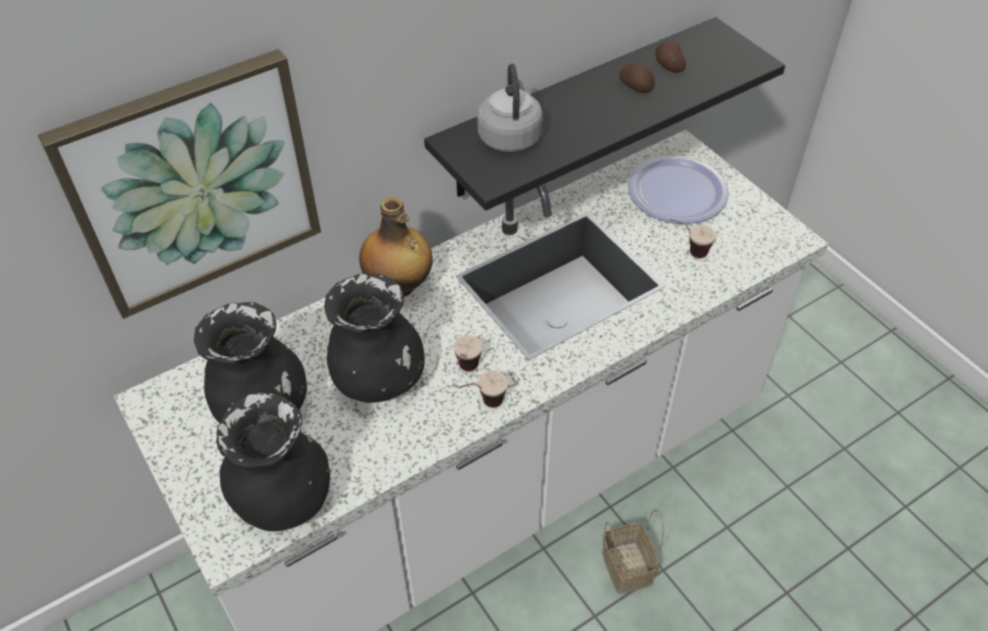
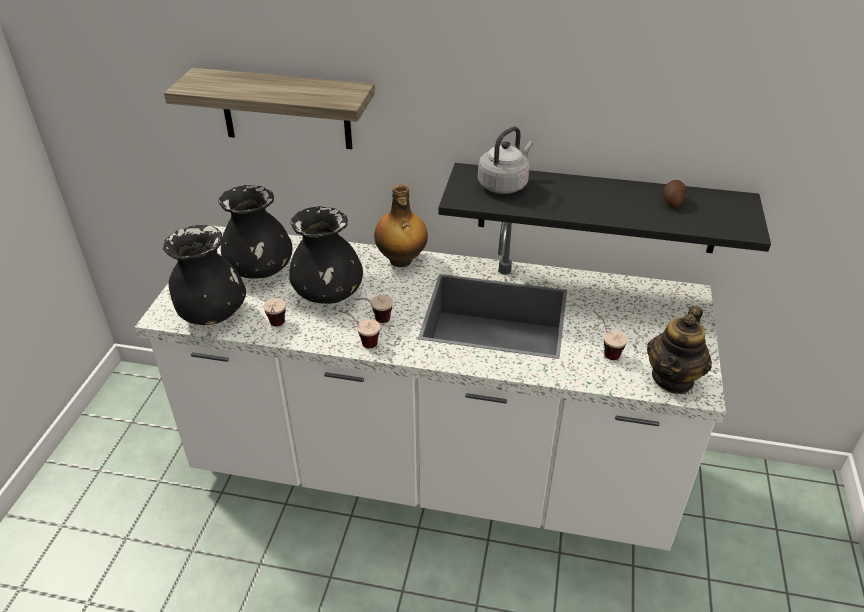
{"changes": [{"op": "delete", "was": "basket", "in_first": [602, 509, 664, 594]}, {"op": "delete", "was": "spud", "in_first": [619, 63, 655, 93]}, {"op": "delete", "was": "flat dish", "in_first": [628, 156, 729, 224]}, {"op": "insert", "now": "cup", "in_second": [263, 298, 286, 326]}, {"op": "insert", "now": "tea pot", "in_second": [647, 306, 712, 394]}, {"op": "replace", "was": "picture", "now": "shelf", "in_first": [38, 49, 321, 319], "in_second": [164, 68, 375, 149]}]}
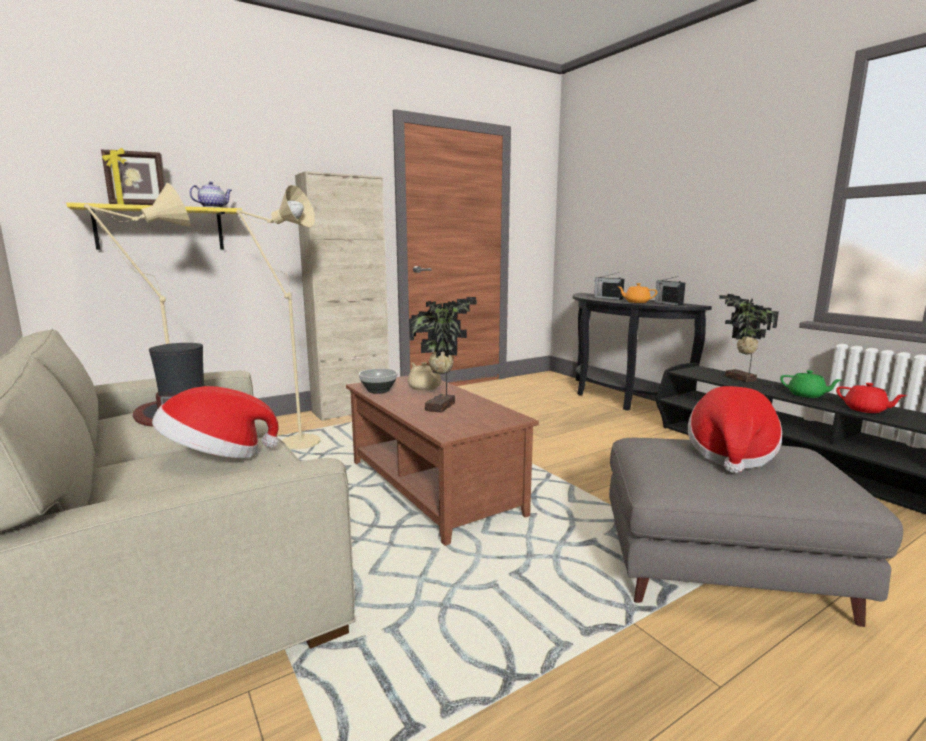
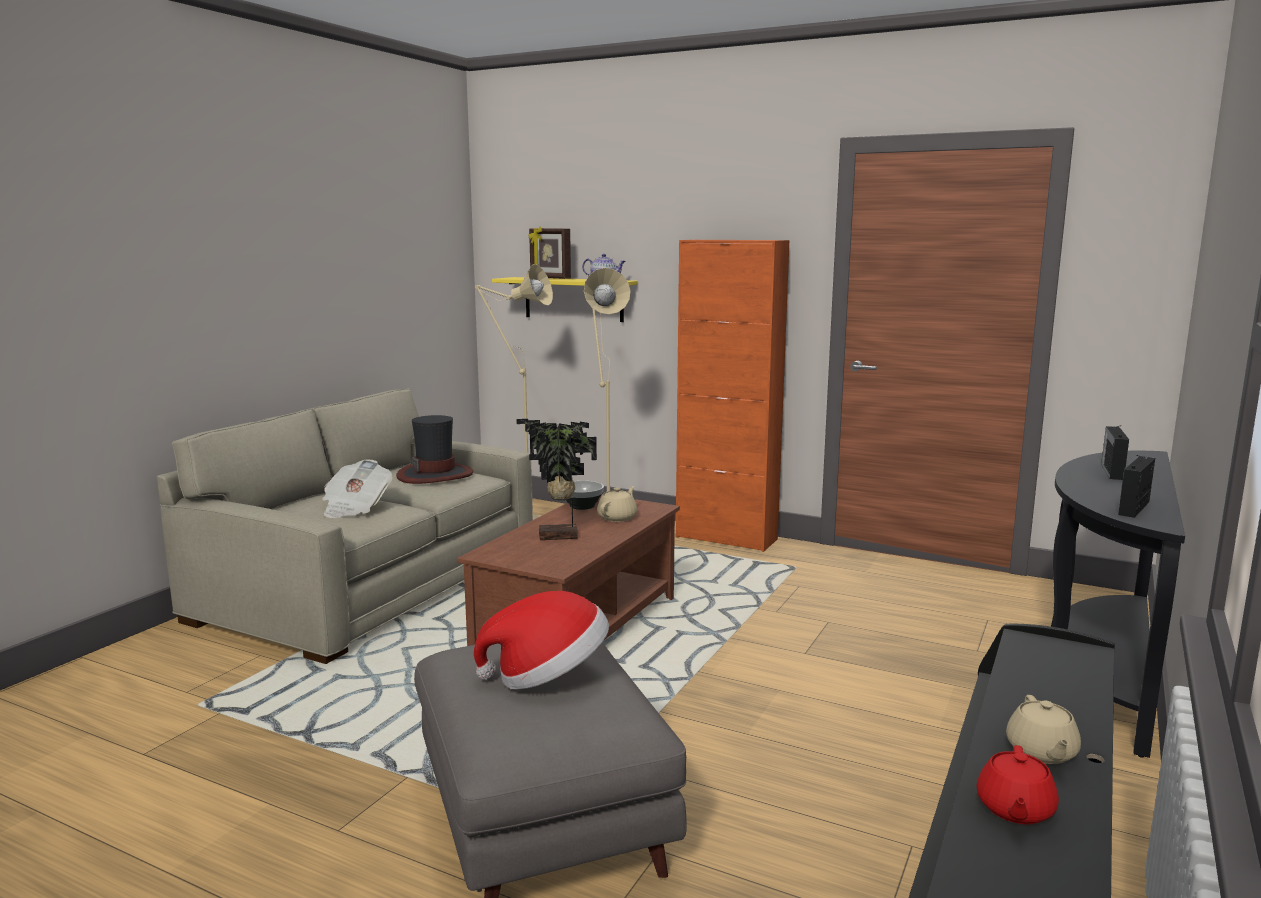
{"changes": [{"op": "delete", "was": "orangey tea pot", "in_first": [618, 283, 657, 303]}, {"op": "delete", "was": "houseplant", "in_first": [719, 294, 779, 382]}, {"op": "replace", "was": "wearable hat", "now": "daily paper", "in_first": [152, 386, 279, 458], "in_second": [322, 459, 393, 518]}, {"op": "recolor", "was": "sand-coloured storage cabinet", "now": "orangey storage cabinet", "in_first": [295, 171, 389, 421], "in_second": [676, 240, 789, 552]}, {"op": "recolor", "was": "green-coloured tea pot", "now": "sand-coloured tea pot", "in_first": [780, 370, 841, 398], "in_second": [1006, 695, 1081, 764]}]}
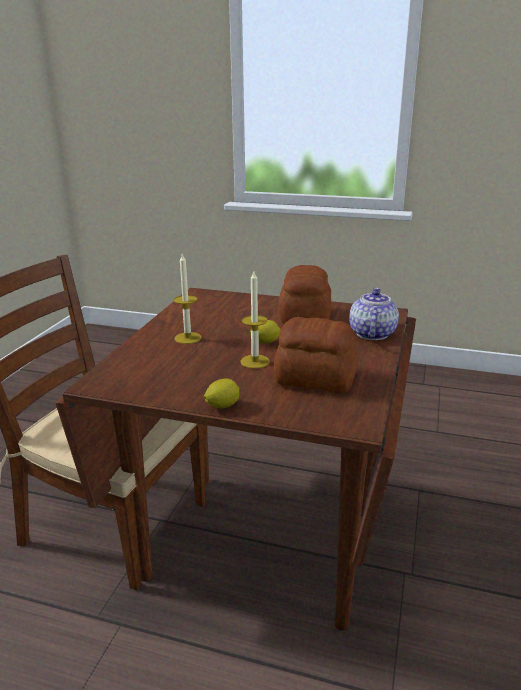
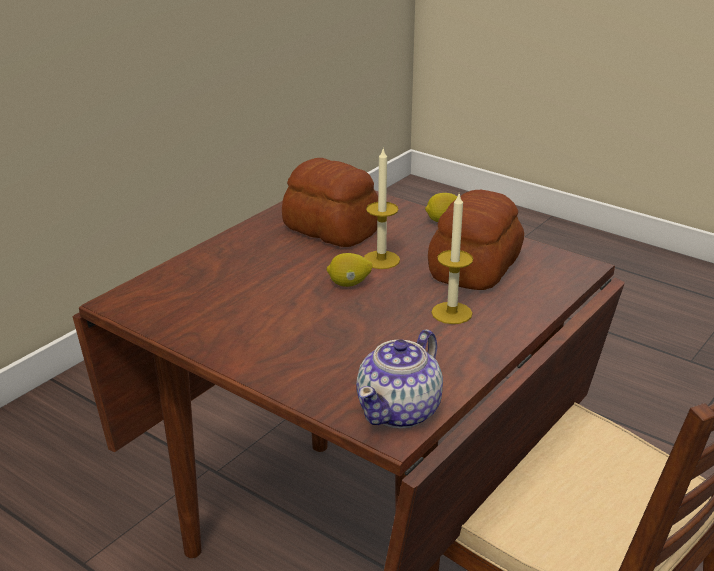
{"changes": [{"op": "move", "was": "bread", "in_first": [278, 265, 331, 324], "in_second": [428, 190, 524, 290]}, {"op": "move", "was": "tea pot", "in_first": [349, 288, 399, 340], "in_second": [356, 329, 443, 428]}]}
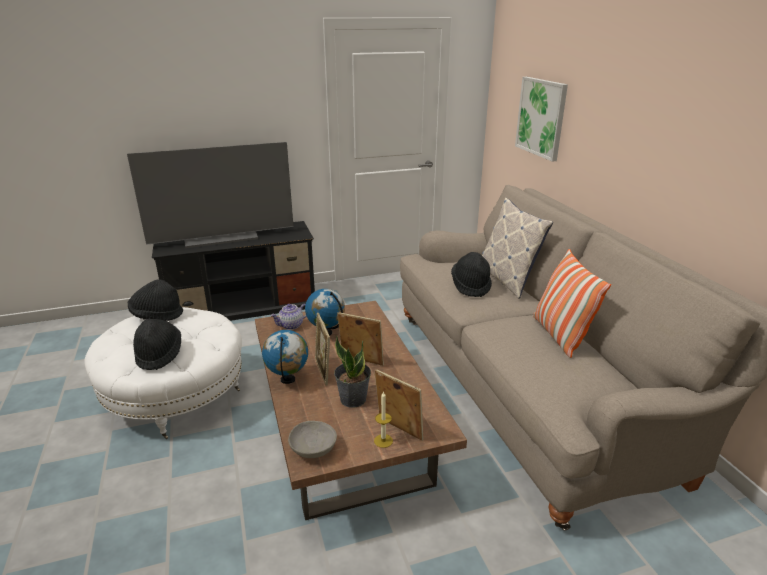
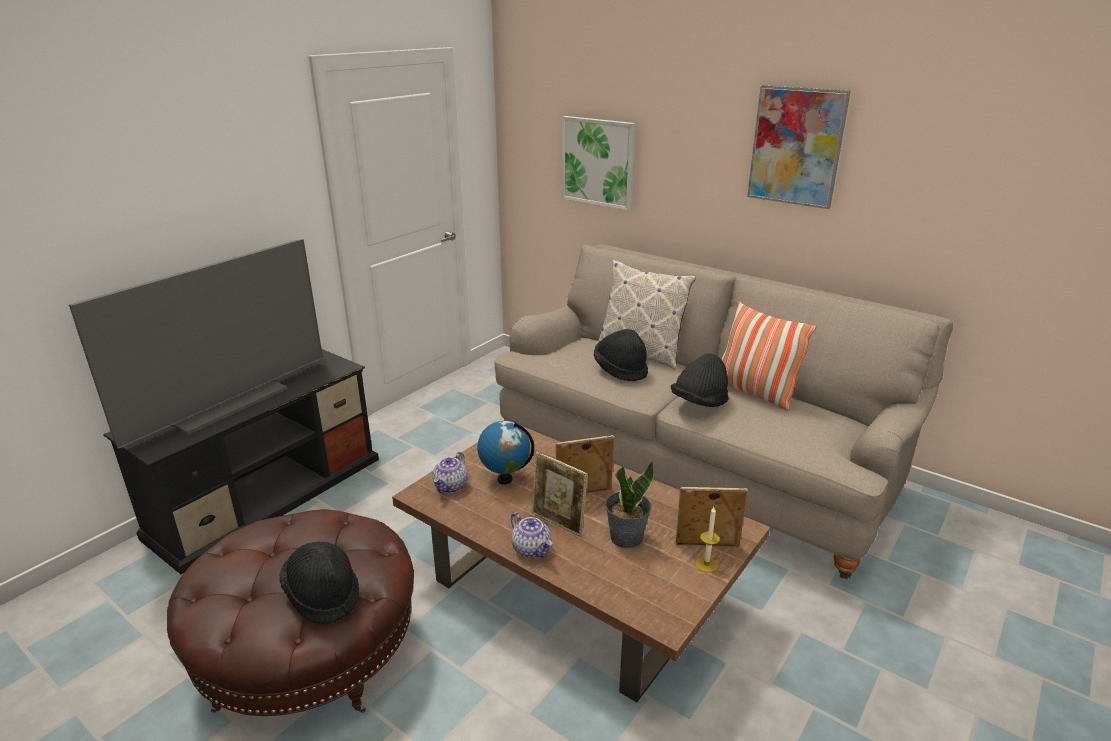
{"changes": [{"op": "delete", "was": "grey deep dish", "in_first": [288, 421, 337, 458]}, {"op": "insert", "now": "picture", "in_second": [747, 85, 851, 209]}, {"op": "move", "was": "black-coloured wearable hat", "in_first": [127, 279, 183, 321], "in_second": [671, 353, 728, 407]}, {"op": "replace", "was": "world globe", "now": "tea pot", "in_first": [262, 330, 308, 384], "in_second": [511, 512, 552, 558]}, {"op": "recolor", "was": "white pouffe", "now": "brownish pouffe", "in_first": [84, 307, 242, 439], "in_second": [167, 509, 414, 716]}]}
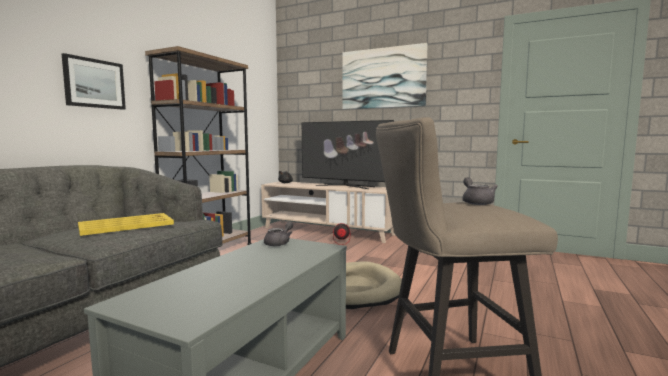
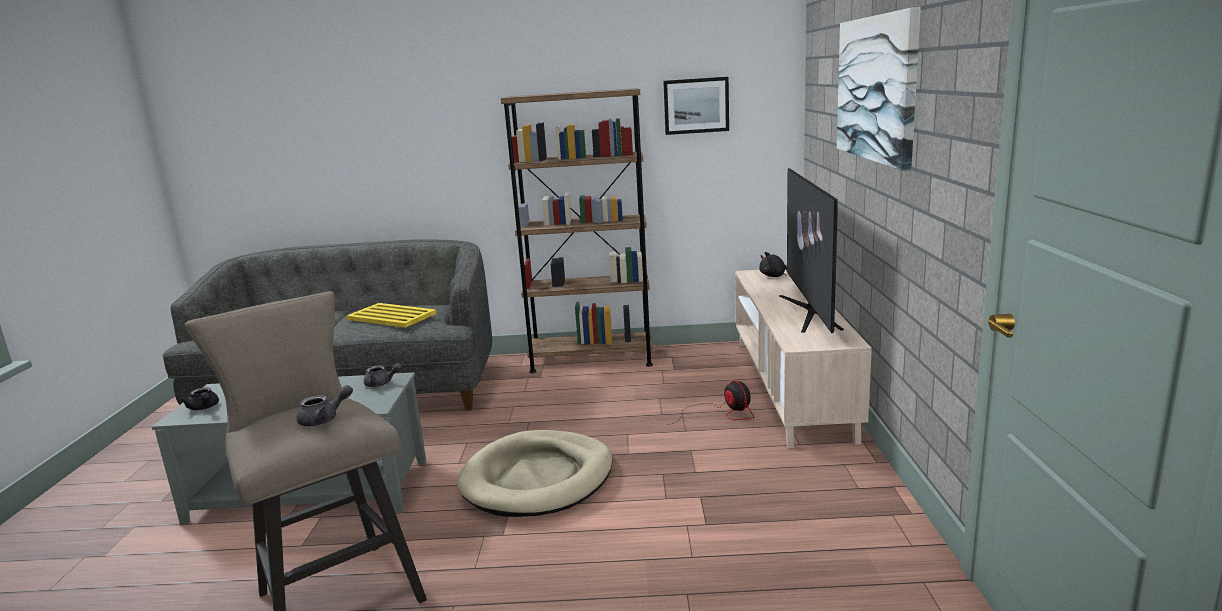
{"changes": [{"op": "insert", "now": "black-coloured tea pot", "in_second": [179, 387, 219, 410]}, {"op": "move", "was": "picture", "in_first": [62, 53, 126, 110], "in_second": [663, 77, 729, 135]}]}
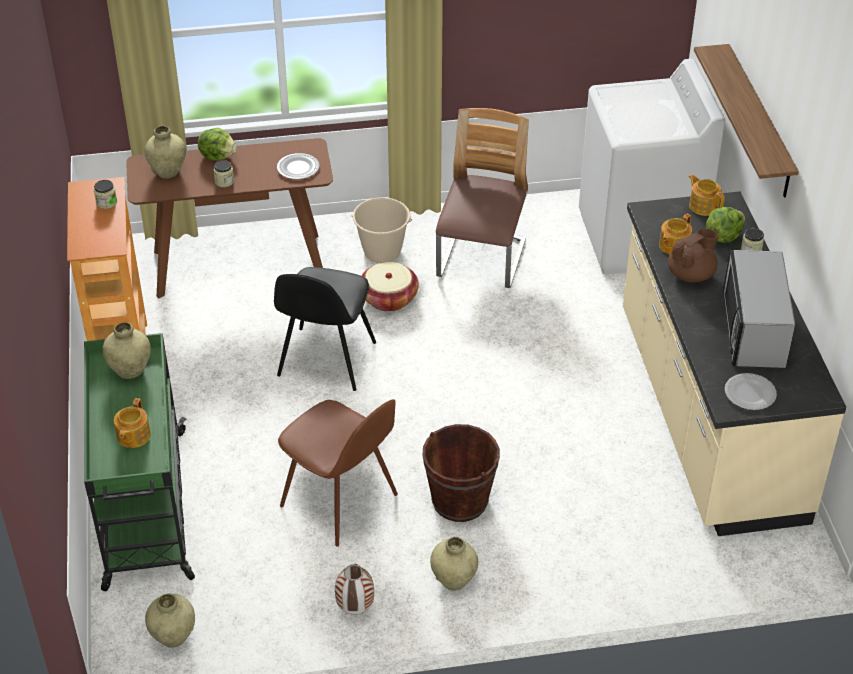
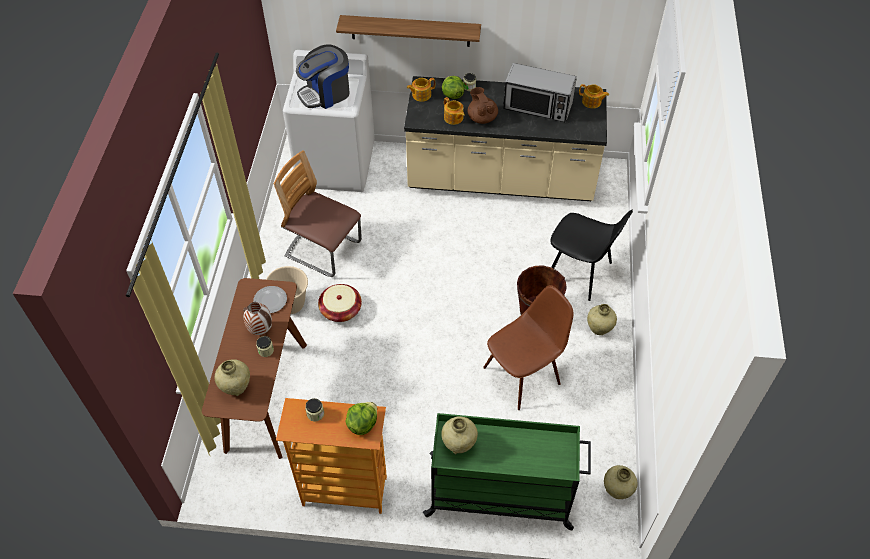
{"changes": [{"op": "delete", "was": "flat dish", "in_first": [725, 373, 777, 410]}, {"op": "insert", "now": "coffee brewer", "in_second": [296, 44, 350, 109]}, {"op": "move", "was": "tea pot", "in_first": [114, 398, 151, 448], "in_second": [579, 84, 609, 108]}, {"op": "move", "was": "head of lettuce", "in_first": [198, 128, 237, 161], "in_second": [345, 402, 377, 435]}, {"op": "move", "was": "black-coloured plain chair", "in_first": [274, 267, 376, 391], "in_second": [550, 210, 633, 301]}, {"op": "move", "was": "flower vase", "in_first": [335, 564, 374, 615], "in_second": [243, 302, 272, 335]}]}
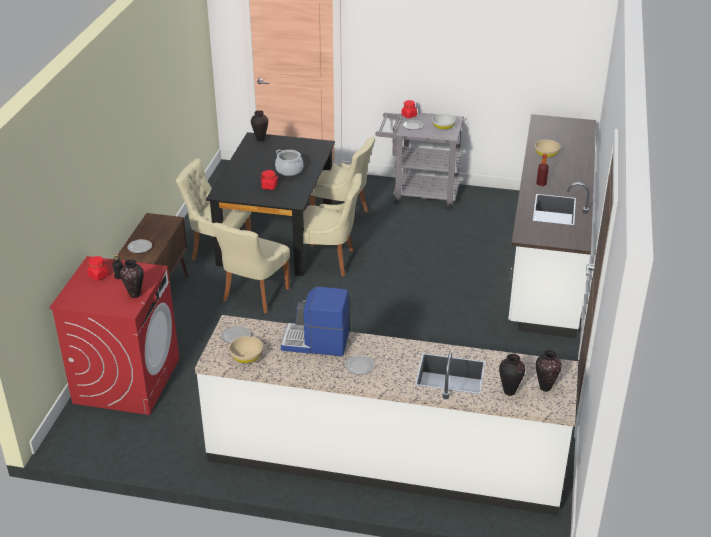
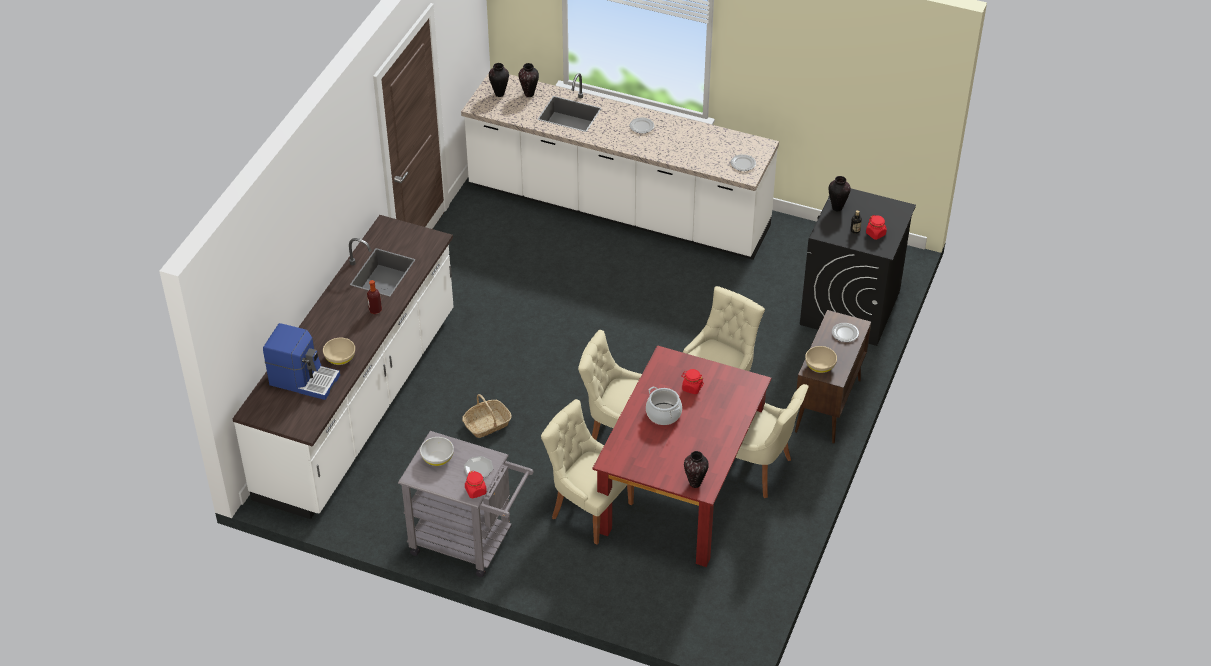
{"changes": [{"op": "insert", "now": "basket", "in_second": [462, 394, 512, 438]}, {"op": "move", "was": "sand-coloured deep dish", "in_first": [229, 336, 263, 364], "in_second": [805, 346, 837, 373]}, {"op": "move", "was": "coffee brewer", "in_first": [281, 287, 349, 356], "in_second": [263, 323, 340, 400]}, {"op": "recolor", "was": "red-coloured laundry appliance", "now": "black-coloured laundry appliance", "in_first": [49, 256, 180, 415], "in_second": [800, 188, 916, 346]}, {"op": "recolor", "was": "black-coloured kitchen table", "now": "red-coloured kitchen table", "in_first": [206, 132, 335, 276], "in_second": [592, 345, 771, 567]}]}
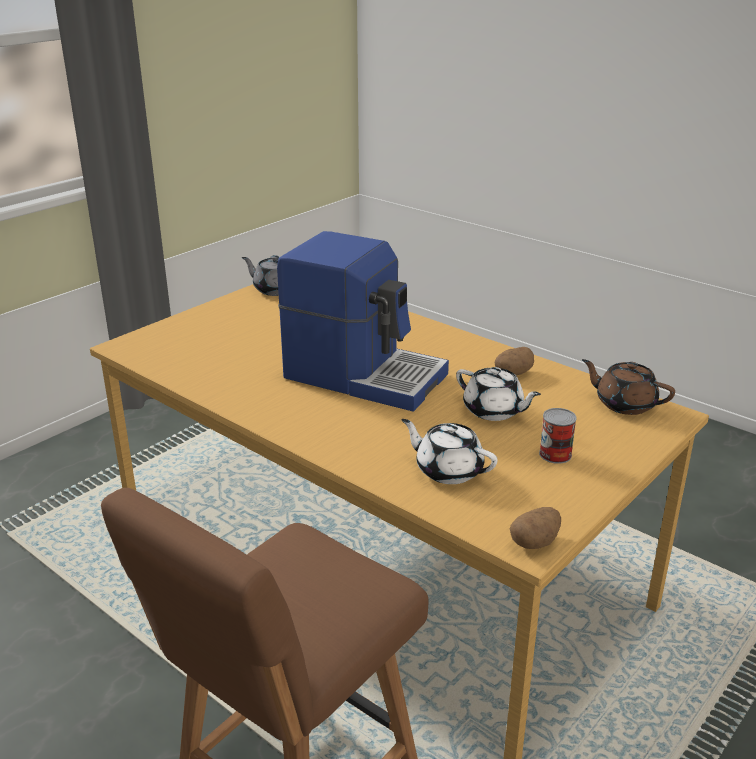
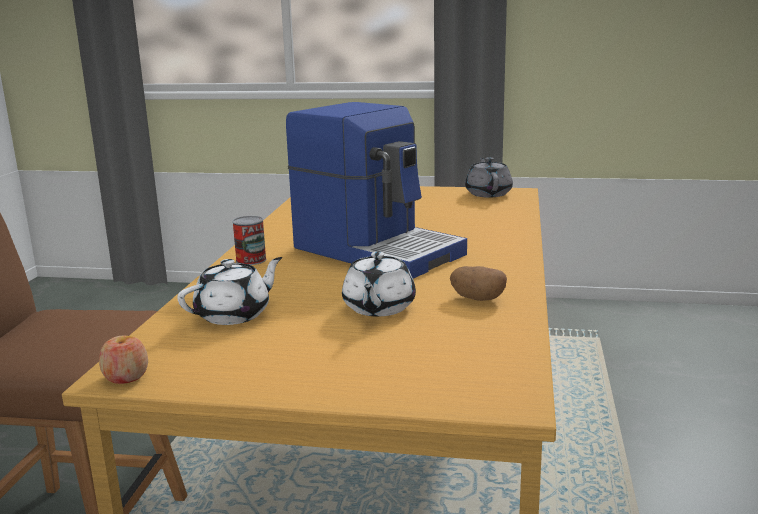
{"changes": [{"op": "delete", "was": "brownish tea pot", "in_first": [582, 359, 675, 415]}, {"op": "move", "was": "can", "in_first": [539, 408, 577, 464], "in_second": [232, 216, 266, 265]}, {"op": "replace", "was": "spud", "now": "apple", "in_first": [510, 507, 561, 549], "in_second": [99, 336, 148, 384]}, {"op": "rotate", "was": "coffee brewer", "in_first": [277, 231, 449, 412], "in_second": [286, 102, 467, 279], "clockwise": -45}, {"op": "rotate", "was": "white tea pot", "in_first": [402, 419, 498, 484], "in_second": [177, 257, 282, 325], "clockwise": 45}]}
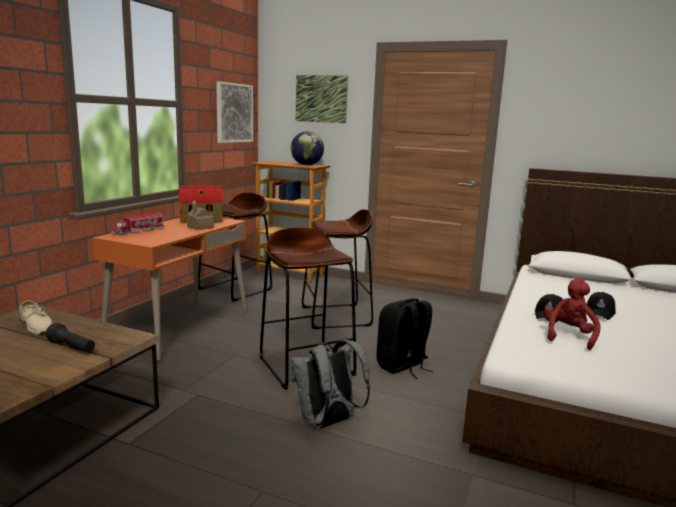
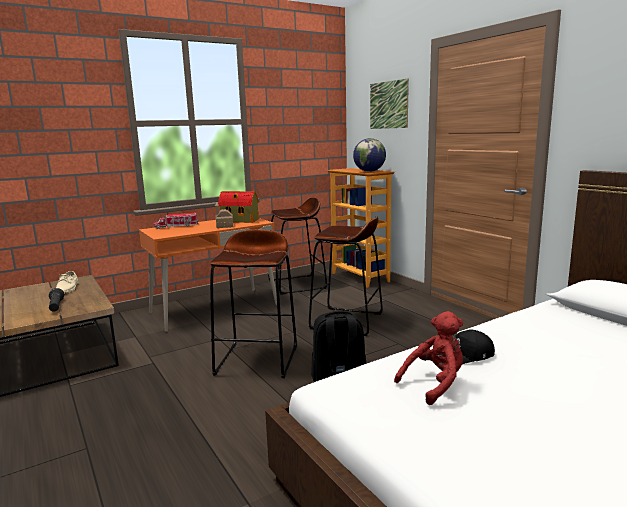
{"changes": [{"op": "delete", "was": "picture", "in_first": [216, 81, 253, 143]}, {"op": "delete", "was": "grey backpack", "in_first": [290, 340, 370, 429]}, {"op": "delete", "was": "black-coloured baseball cap", "in_first": [587, 292, 616, 320]}]}
